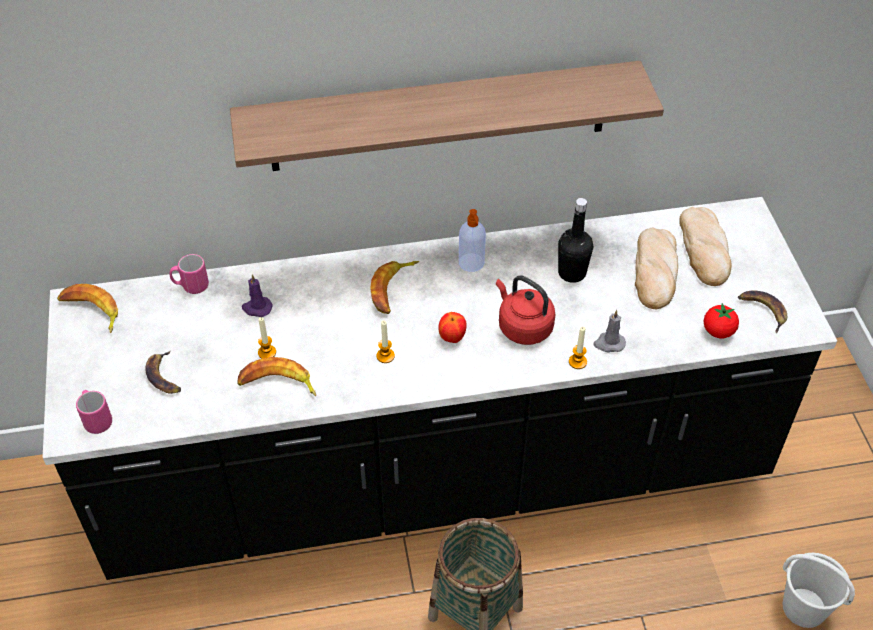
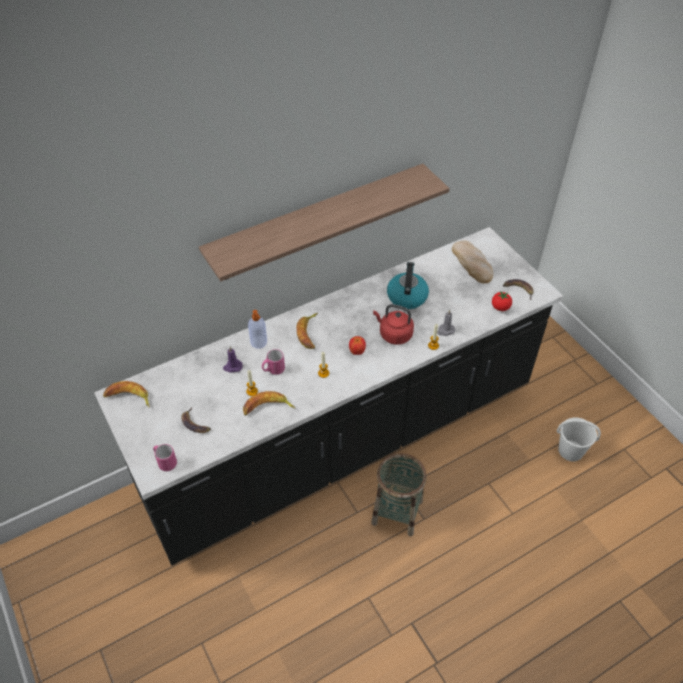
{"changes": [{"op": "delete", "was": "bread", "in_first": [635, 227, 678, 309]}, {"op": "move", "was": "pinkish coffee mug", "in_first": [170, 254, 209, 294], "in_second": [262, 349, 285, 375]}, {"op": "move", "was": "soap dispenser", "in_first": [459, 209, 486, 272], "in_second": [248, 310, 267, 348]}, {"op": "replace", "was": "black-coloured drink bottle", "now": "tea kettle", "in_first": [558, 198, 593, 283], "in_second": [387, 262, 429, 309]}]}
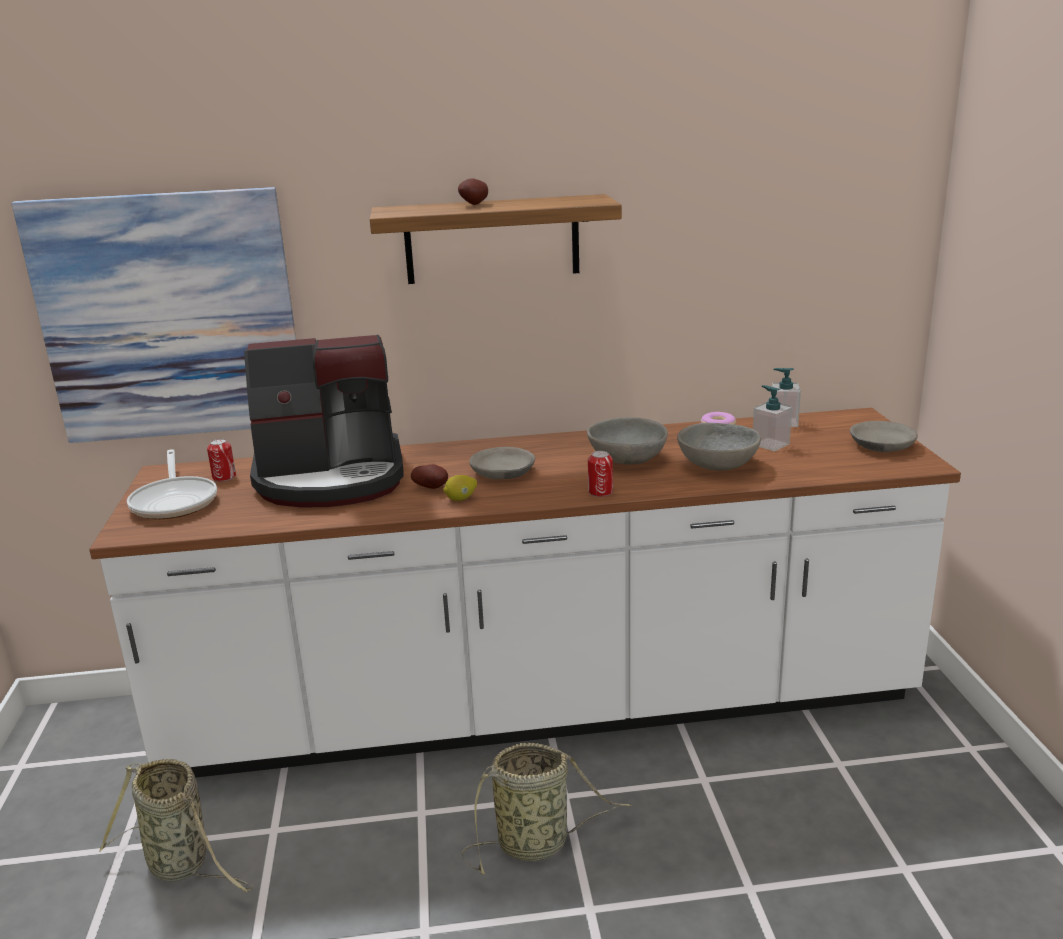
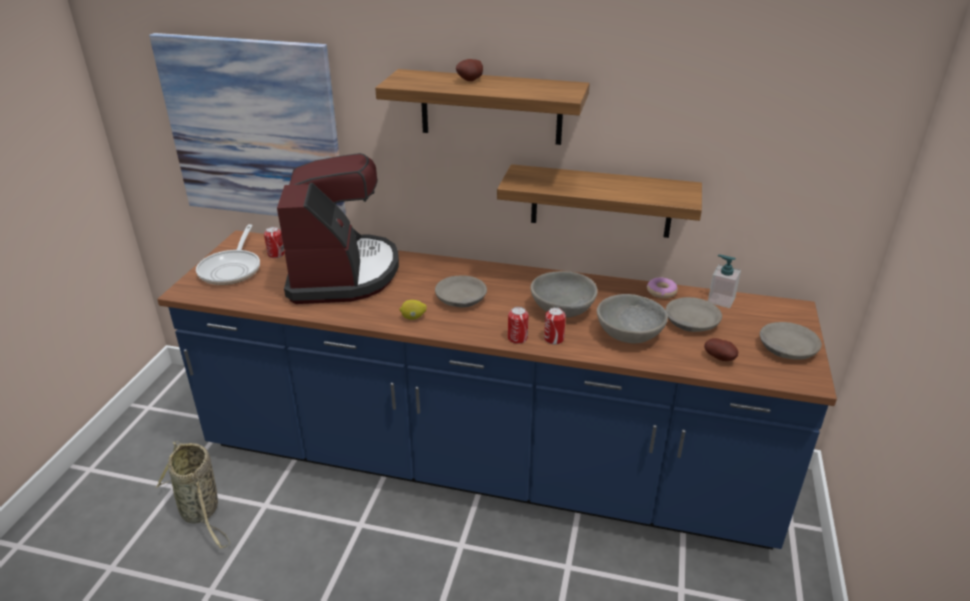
{"changes": [{"op": "delete", "was": "basket", "in_first": [462, 743, 632, 875]}, {"op": "insert", "now": "shelf", "in_second": [497, 164, 702, 238]}, {"op": "insert", "now": "can", "in_second": [544, 307, 566, 345]}, {"op": "move", "was": "spud", "in_first": [411, 464, 448, 489], "in_second": [704, 338, 738, 361]}, {"op": "replace", "was": "soap dispenser", "now": "grey deep dish", "in_first": [753, 385, 792, 451], "in_second": [665, 297, 722, 332]}, {"op": "recolor", "was": "white counter", "now": "bluish counter", "in_first": [89, 408, 961, 778], "in_second": [157, 230, 837, 550]}, {"op": "rotate", "was": "coffee brewer", "in_first": [244, 335, 403, 508], "in_second": [277, 153, 399, 304], "clockwise": -105}]}
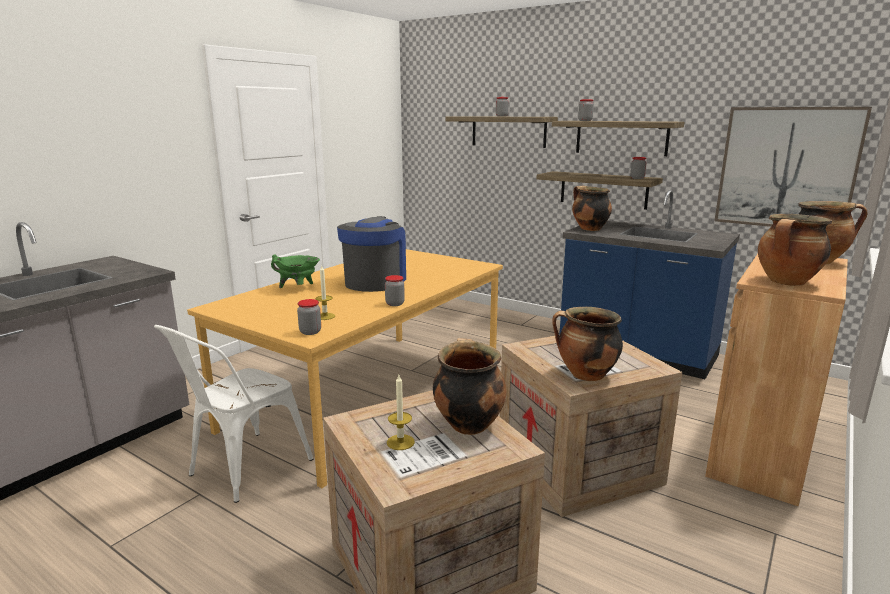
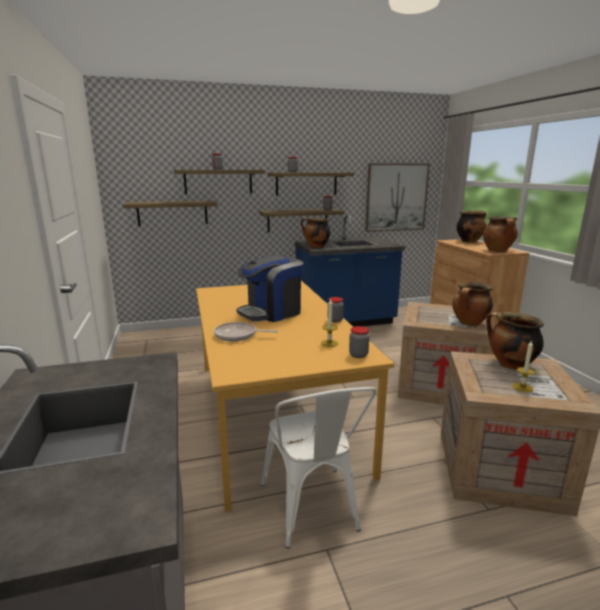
{"changes": [{"op": "insert", "now": "shelf", "in_second": [123, 200, 218, 226]}, {"op": "replace", "was": "green-coloured cooking pot", "now": "frying pan", "in_first": [271, 255, 320, 288], "in_second": [214, 322, 279, 341]}, {"op": "rotate", "was": "coffee brewer", "in_first": [337, 216, 406, 292], "in_second": [236, 255, 304, 322], "clockwise": -90}]}
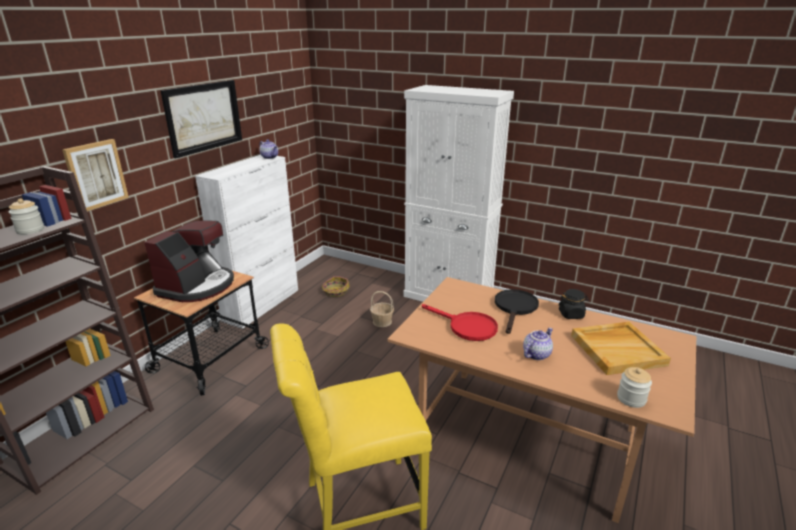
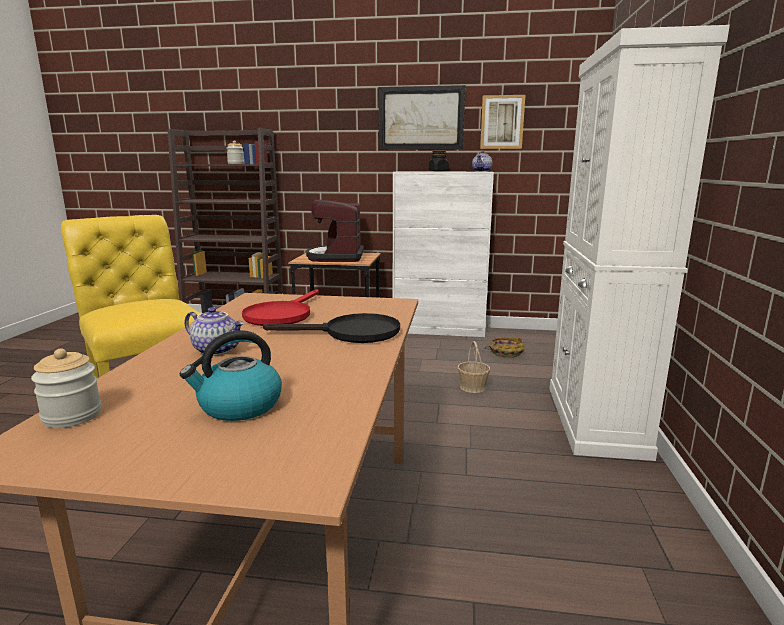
{"changes": [{"op": "move", "was": "picture", "in_first": [62, 139, 129, 211], "in_second": [480, 95, 525, 149]}, {"op": "move", "was": "black-coloured storage jar", "in_first": [559, 289, 589, 319], "in_second": [429, 151, 449, 171]}, {"op": "replace", "was": "sand-coloured tray", "now": "tea kettle", "in_first": [571, 322, 671, 375], "in_second": [180, 330, 282, 421]}, {"op": "rotate", "was": "coffee brewer", "in_first": [144, 221, 234, 302], "in_second": [306, 200, 364, 262], "clockwise": 90}]}
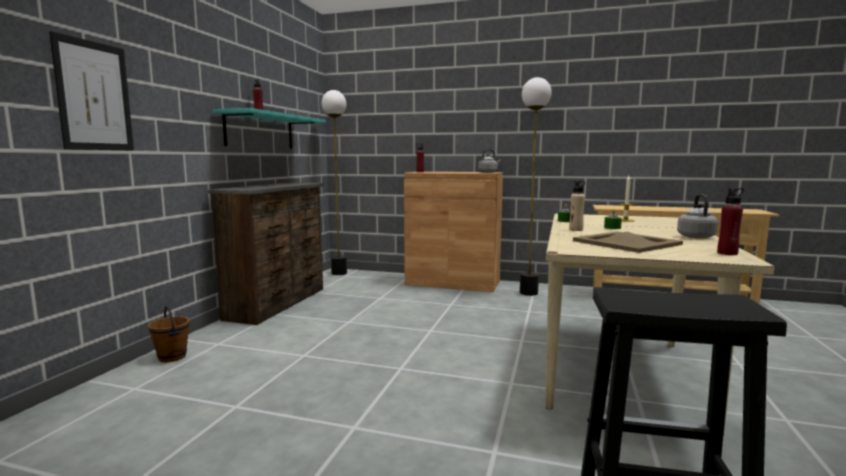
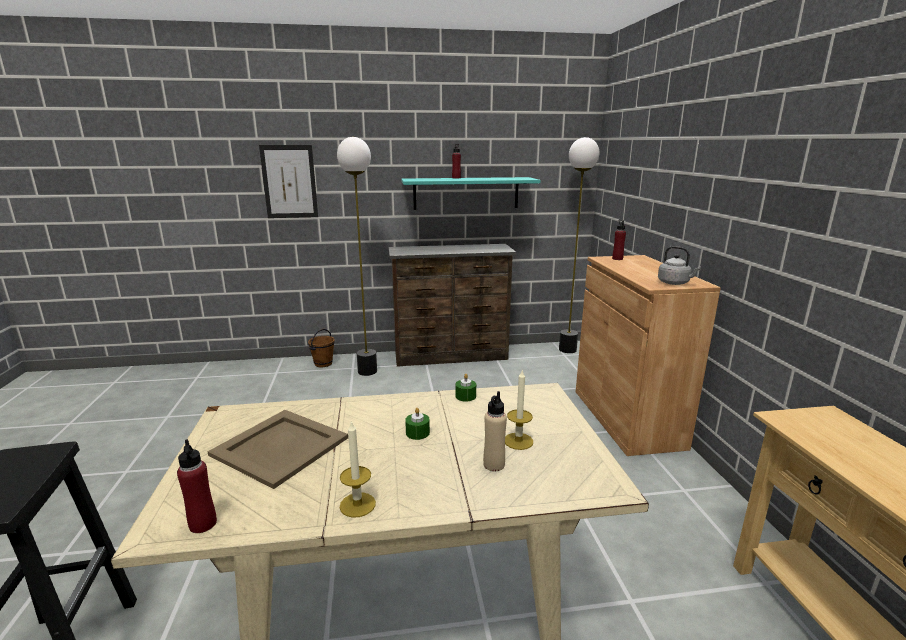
{"changes": [{"op": "move", "was": "standing lamp", "in_first": [520, 77, 552, 296], "in_second": [337, 137, 377, 376]}, {"op": "move", "was": "sand-coloured drink bottle", "in_first": [569, 181, 585, 231], "in_second": [483, 391, 507, 471]}, {"op": "replace", "was": "grey tea kettle", "now": "wax candle", "in_first": [677, 194, 718, 239], "in_second": [340, 420, 376, 518]}]}
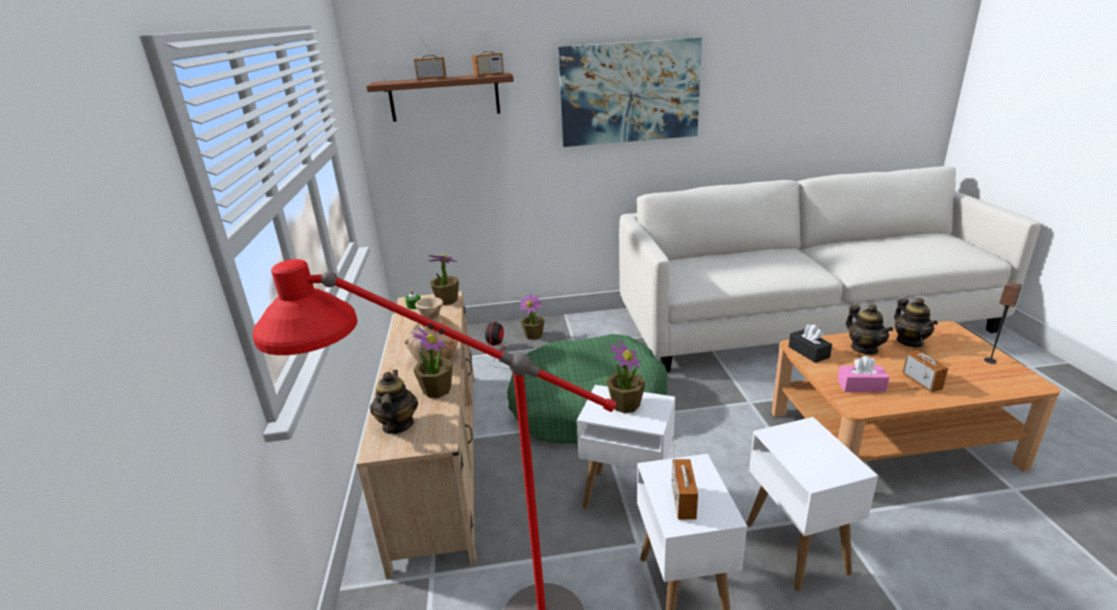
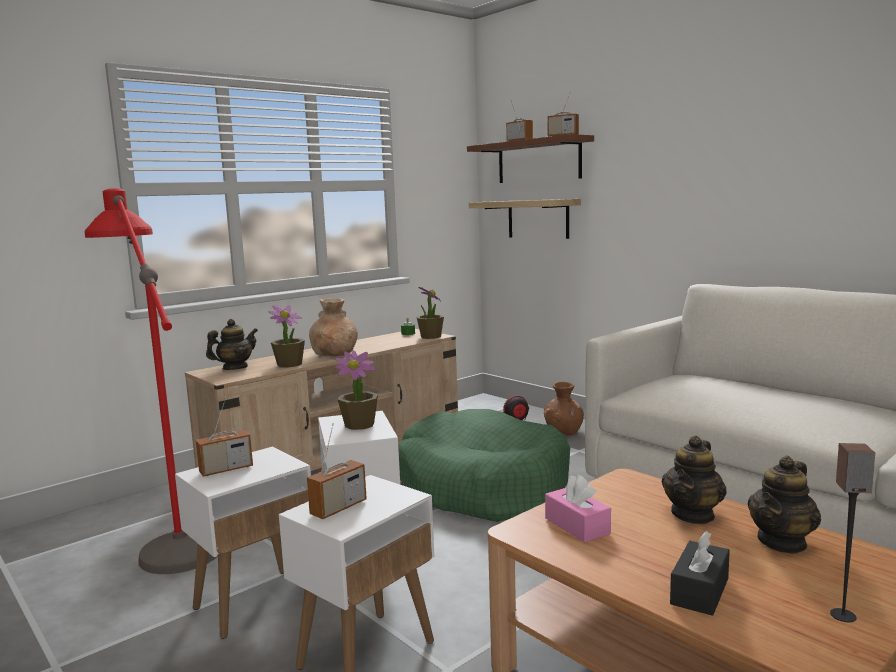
{"changes": [{"op": "delete", "was": "picture", "in_first": [558, 37, 702, 147]}, {"op": "insert", "now": "shelf", "in_second": [469, 199, 581, 239]}, {"op": "move", "was": "black-coloured tissue box", "in_first": [789, 324, 832, 363], "in_second": [670, 531, 730, 616]}, {"op": "move", "was": "radio", "in_first": [902, 333, 948, 392], "in_second": [307, 423, 367, 519]}, {"op": "replace", "was": "houseplant", "now": "brownish flower vase", "in_first": [520, 294, 545, 340], "in_second": [544, 382, 584, 435]}]}
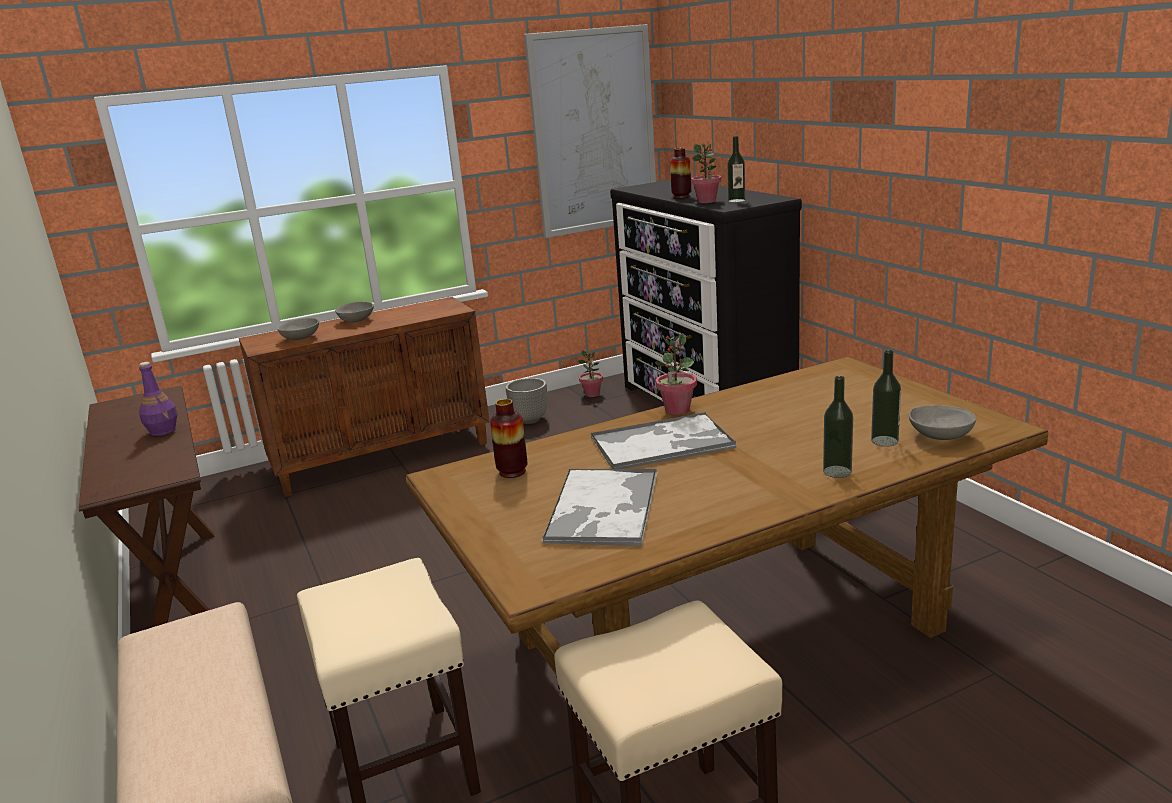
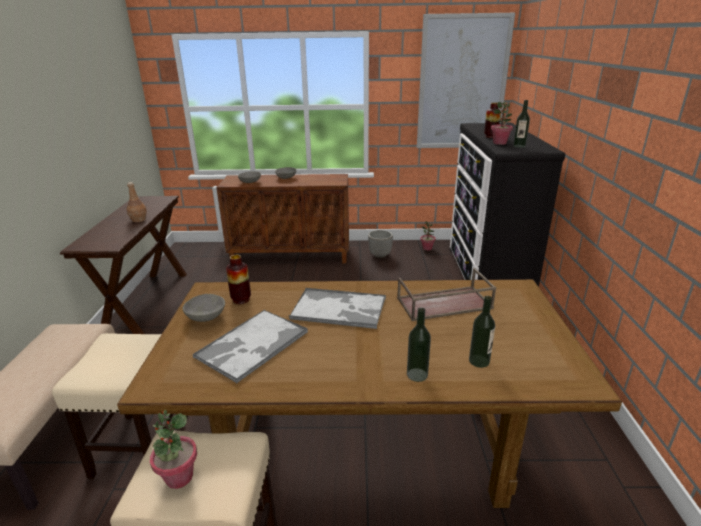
{"changes": [{"op": "insert", "now": "brownish tray", "in_second": [397, 268, 496, 321]}, {"op": "move", "was": "houseplant", "in_first": [655, 333, 697, 414], "in_second": [150, 410, 197, 489]}, {"op": "move", "was": "grey deep dish", "in_first": [909, 405, 976, 440], "in_second": [183, 294, 225, 322]}, {"op": "recolor", "was": "purplish drink bottle", "now": "brownish drink bottle", "in_first": [139, 362, 178, 436], "in_second": [127, 182, 147, 222]}]}
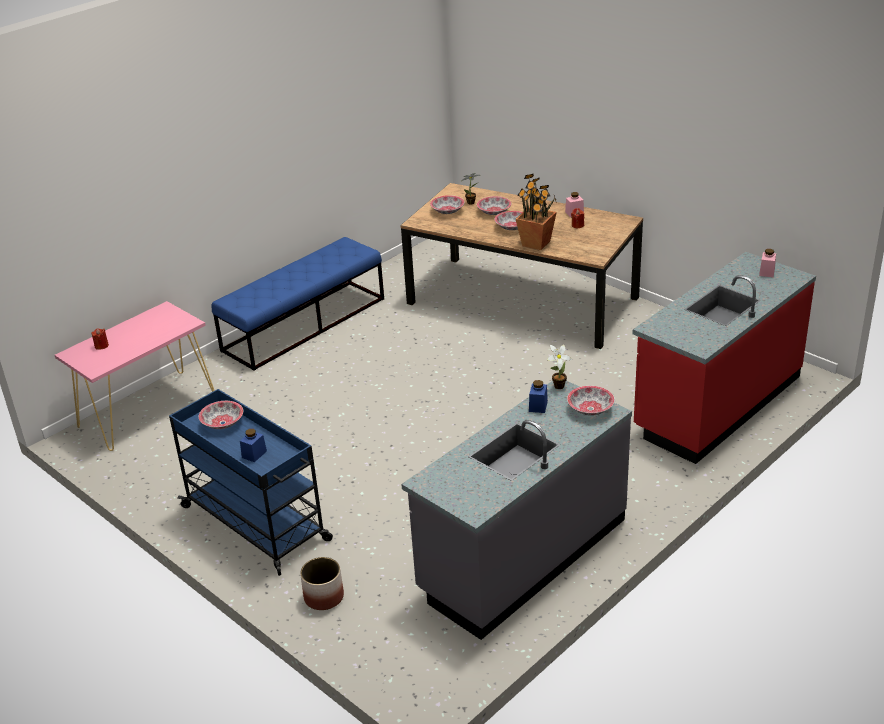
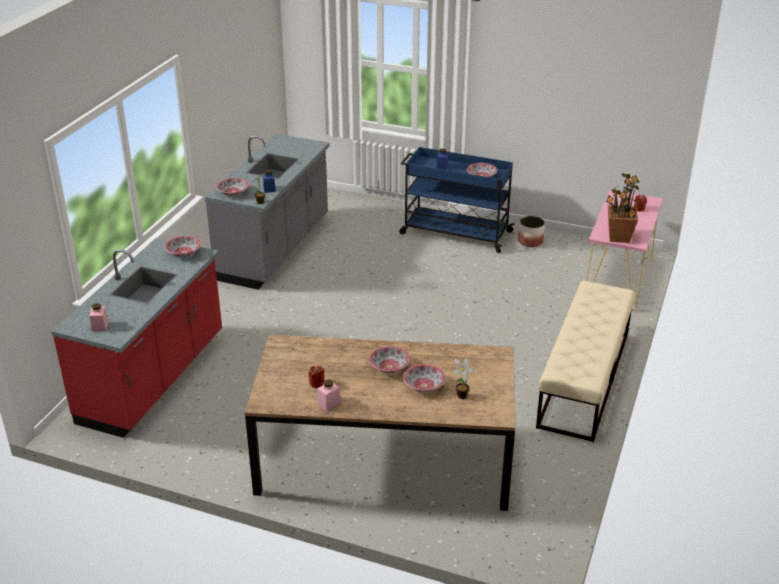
{"changes": [{"op": "move", "was": "planter", "in_first": [300, 557, 344, 610], "in_second": [518, 216, 545, 247]}, {"op": "move", "was": "deep dish", "in_first": [430, 195, 465, 214], "in_second": [165, 236, 201, 257]}, {"op": "move", "was": "houseplant", "in_first": [516, 174, 557, 250], "in_second": [606, 173, 640, 243]}, {"op": "recolor", "was": "bluish long seat", "now": "sand-coloured long seat", "in_first": [211, 237, 384, 371], "in_second": [536, 281, 636, 442]}]}
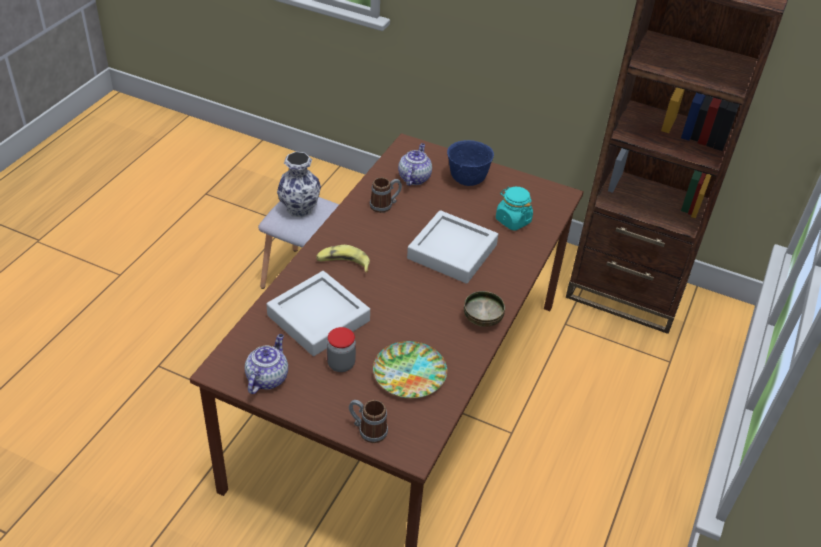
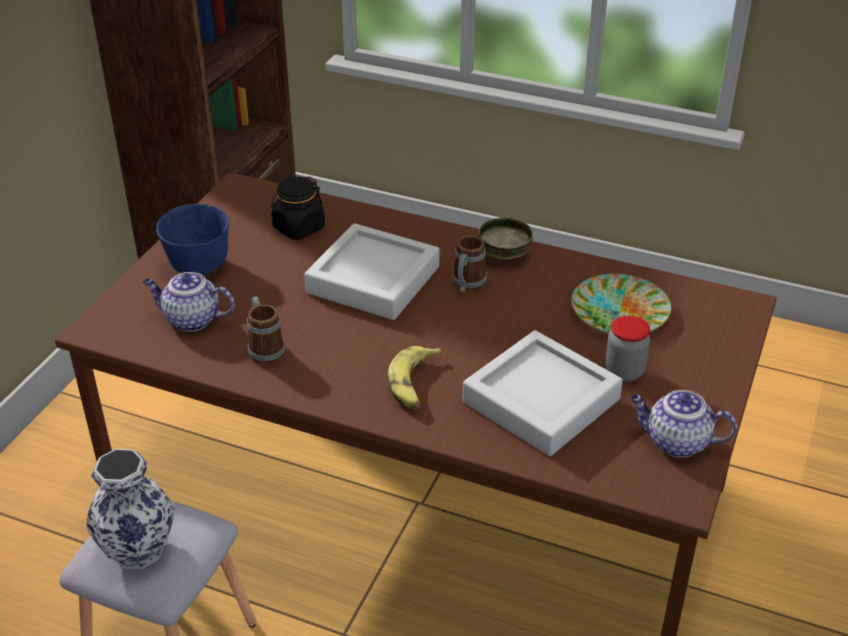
{"changes": [{"op": "move", "was": "coffee mug", "in_first": [349, 400, 388, 443], "in_second": [452, 236, 487, 292]}, {"op": "recolor", "was": "turquoise-coloured storage jar", "now": "black-coloured storage jar", "in_first": [496, 187, 533, 231], "in_second": [271, 176, 325, 240]}]}
